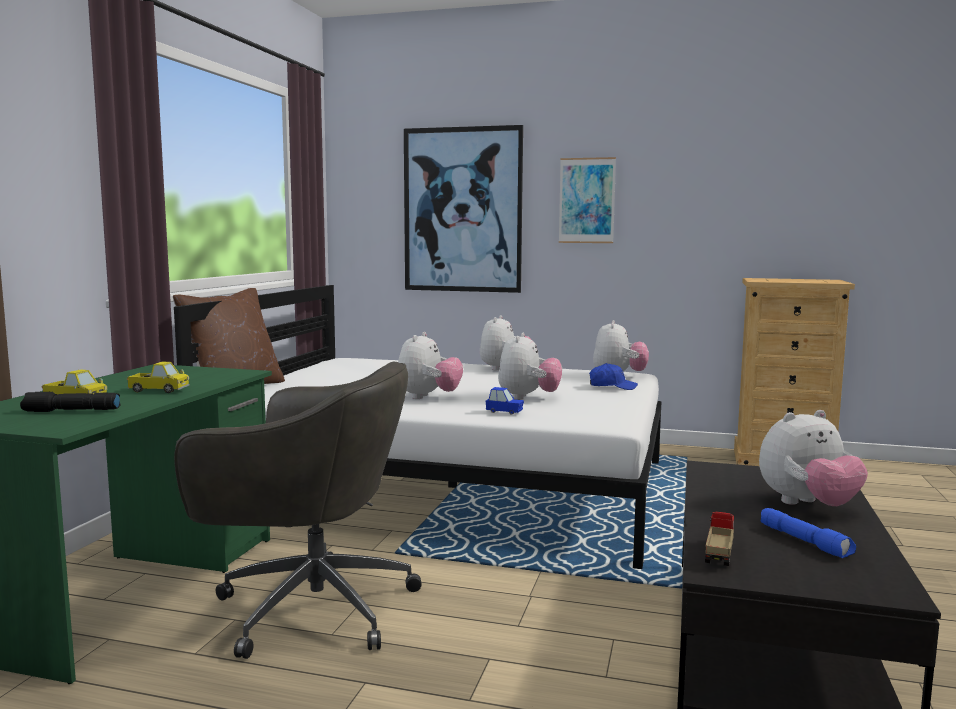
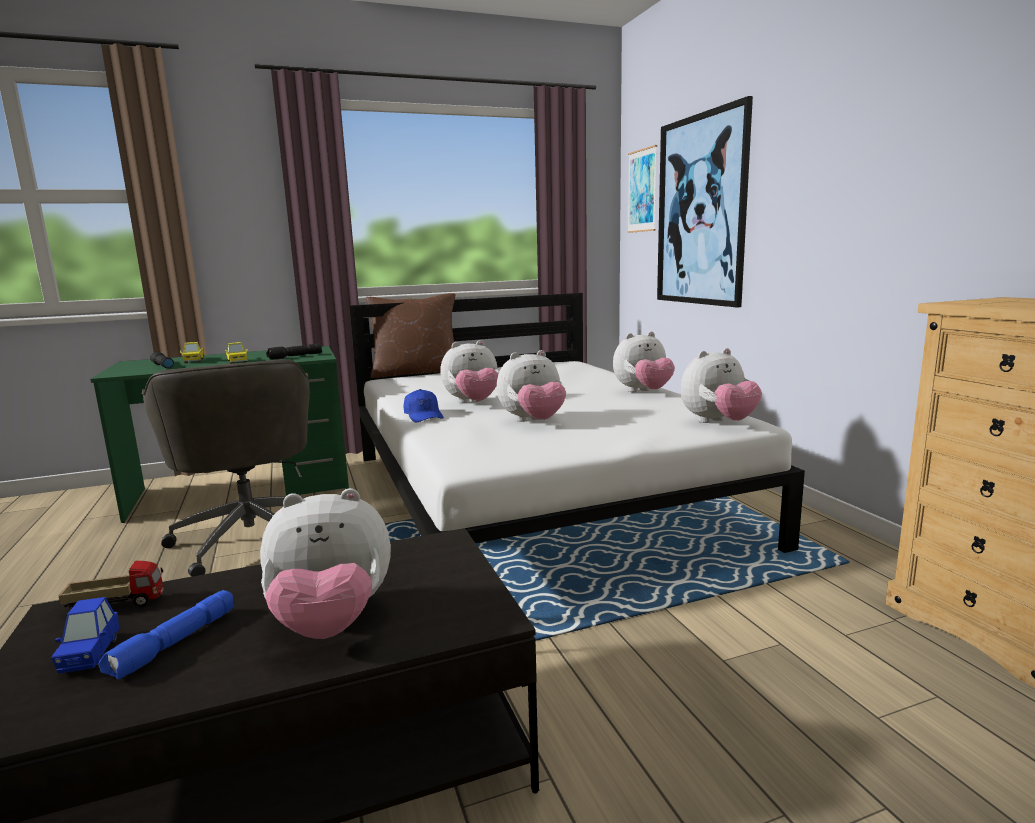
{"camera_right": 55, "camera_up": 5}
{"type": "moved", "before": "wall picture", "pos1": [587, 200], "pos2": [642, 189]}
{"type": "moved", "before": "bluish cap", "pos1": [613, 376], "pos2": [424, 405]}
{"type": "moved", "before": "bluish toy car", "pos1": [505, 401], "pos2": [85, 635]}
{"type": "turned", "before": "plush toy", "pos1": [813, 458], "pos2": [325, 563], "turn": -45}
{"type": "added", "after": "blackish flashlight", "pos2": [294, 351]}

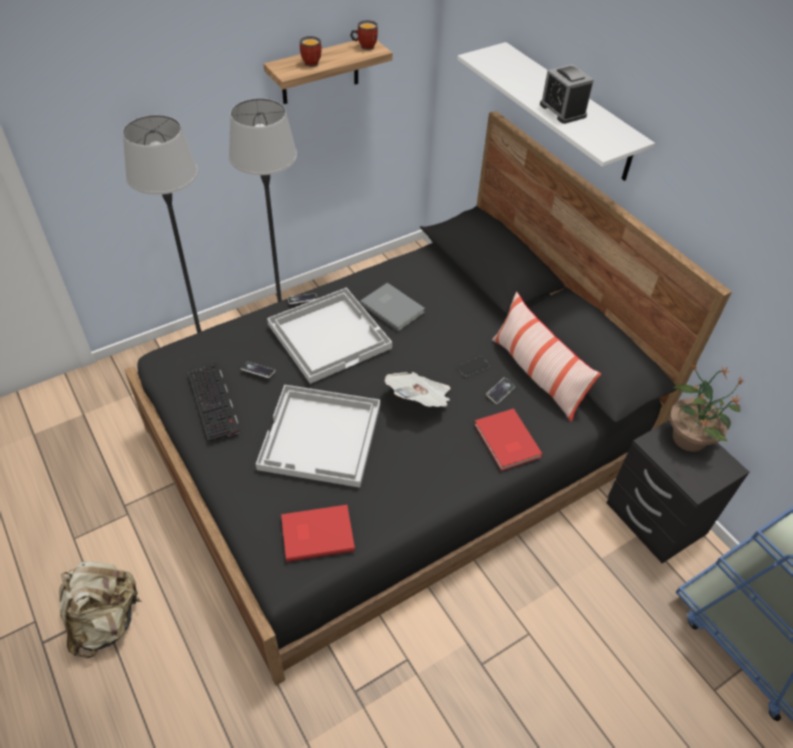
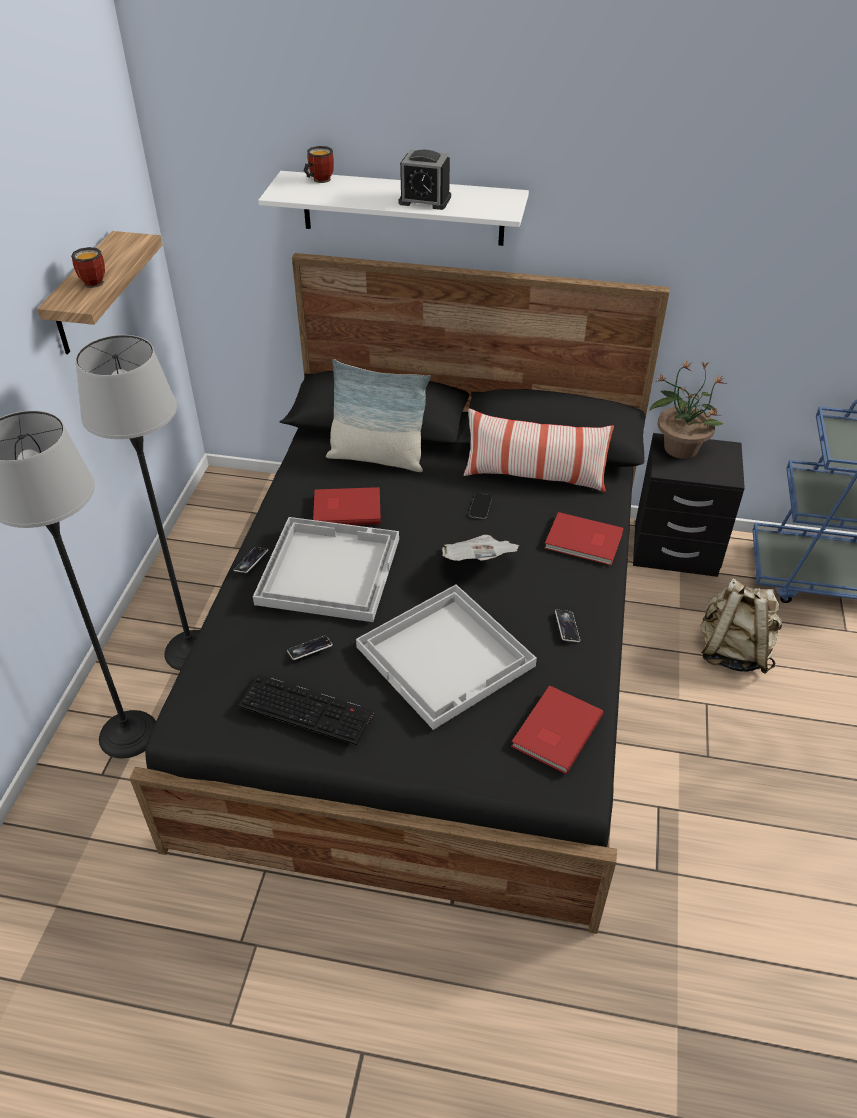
{"camera_right": -45, "camera_up": -5}
{"type": "moved", "before": "coffee mug", "pos1": [364, 35], "pos2": [318, 164]}
{"type": "recoloured", "before": "grey volume", "after": "red-coloured volume", "pos1": [392, 307], "pos2": [347, 506]}
{"type": "moved", "before": "handset", "pos1": [500, 390], "pos2": [567, 626]}
{"type": "moved", "before": "beige backpack", "pos1": [100, 609], "pos2": [741, 626]}
{"type": "added", "after": "pillow", "pos2": [378, 415]}

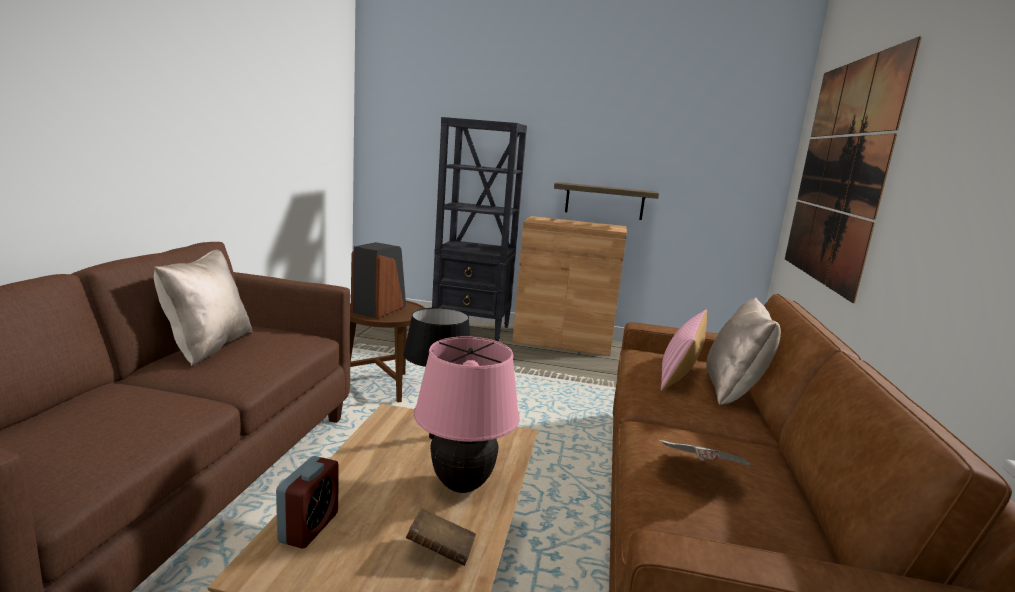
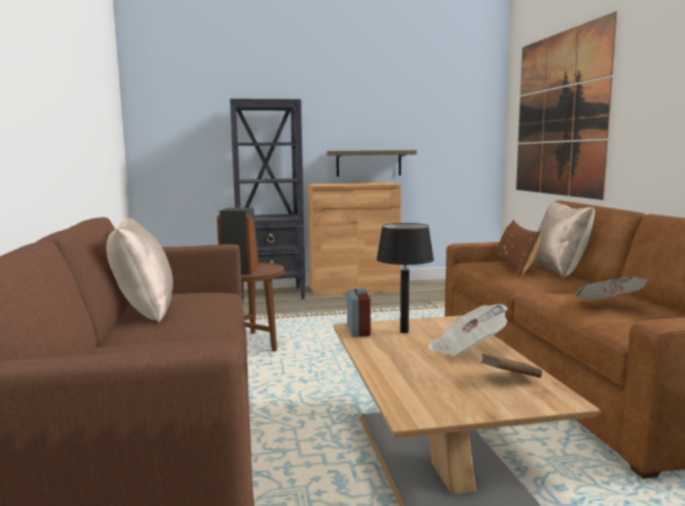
{"camera_right": -20, "camera_up": -5}
{"type": "recoloured", "before": "pinkish pillow", "after": "brownish pillow", "pos1": [684, 350], "pos2": [519, 248]}
{"type": "replaced", "before": "pinkish tabletop lamp", "after": "printed paper", "pos1": [467, 414], "pos2": [468, 330]}
{"type": "moved", "before": "bedside clock", "pos1": [307, 502], "pos2": [359, 312]}

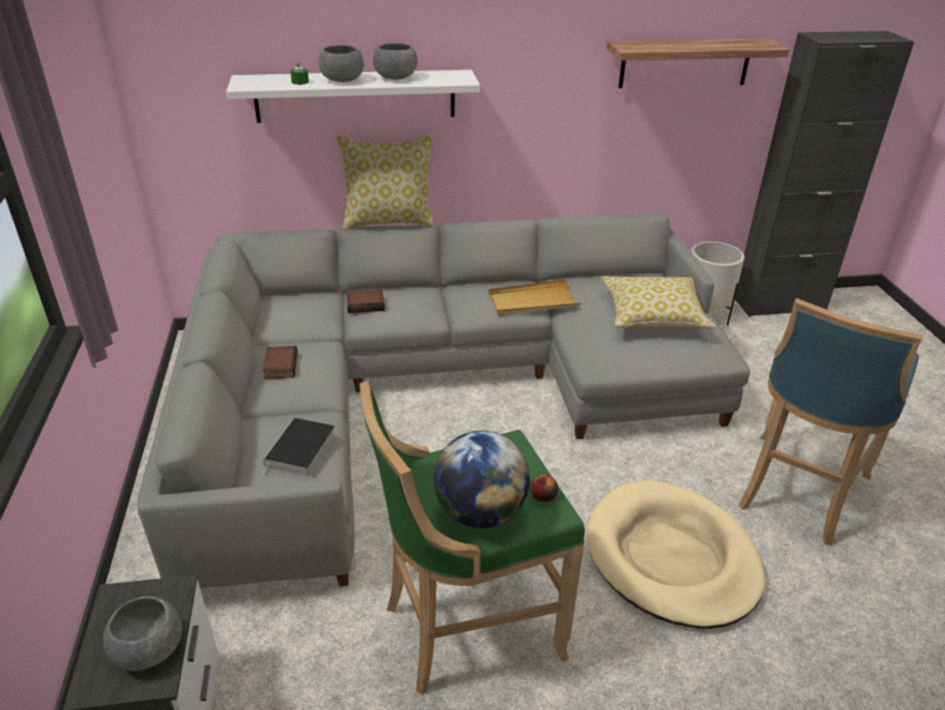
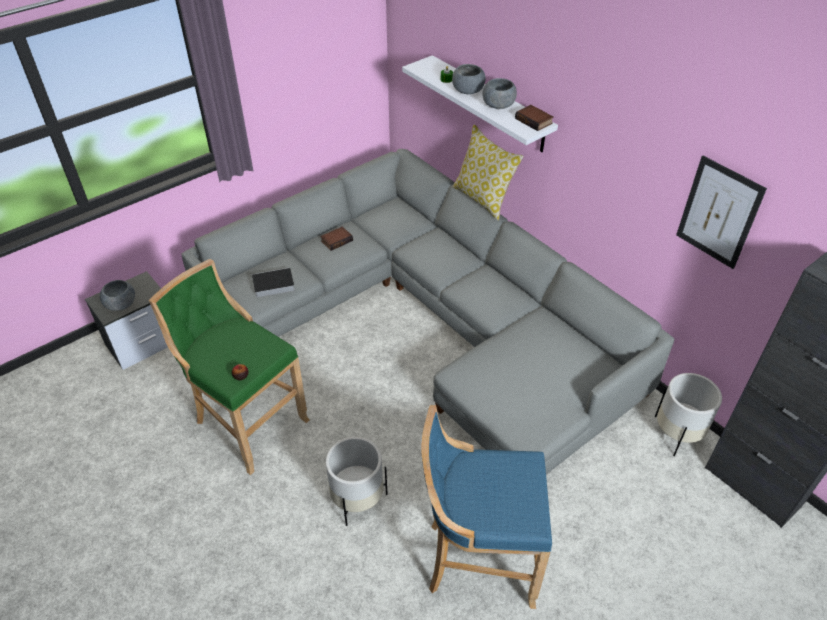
{"camera_right": 60, "camera_up": 10}
{"type": "replaced", "before": "bracket shelf", "after": "wall picture", "pos1": [698, 63], "pos2": [721, 212]}
{"type": "removed", "before": "pillow", "pos1": [659, 303]}
{"type": "removed", "before": "beige tray", "pos1": [534, 297]}
{"type": "moved", "before": "volume", "pos1": [365, 301], "pos2": [534, 118]}
{"type": "removed", "before": "desk globe", "pos1": [482, 479]}
{"type": "replaced", "before": "beige dog bed", "after": "whitish flower pot", "pos1": [675, 554], "pos2": [357, 481]}

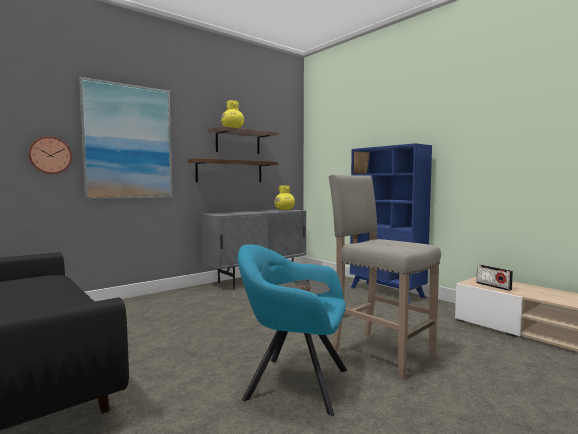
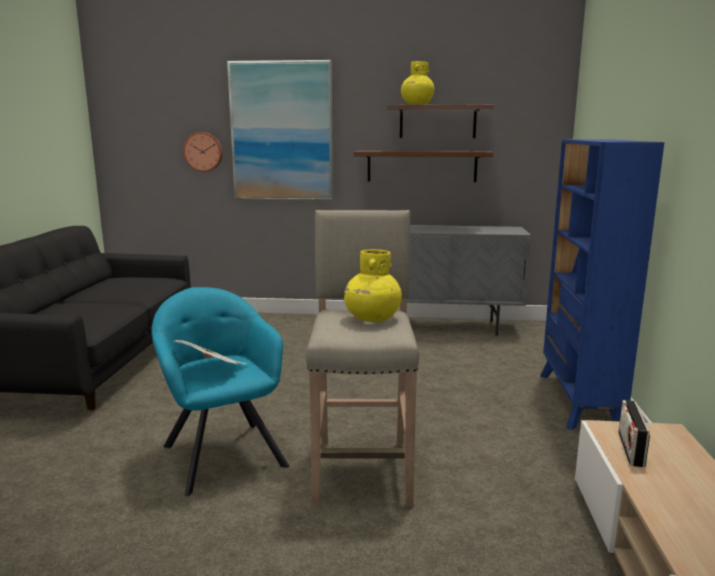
{"camera_right": 45, "camera_up": 10}
{"type": "moved", "before": "yellowish vase", "pos1": [284, 197], "pos2": [373, 285]}

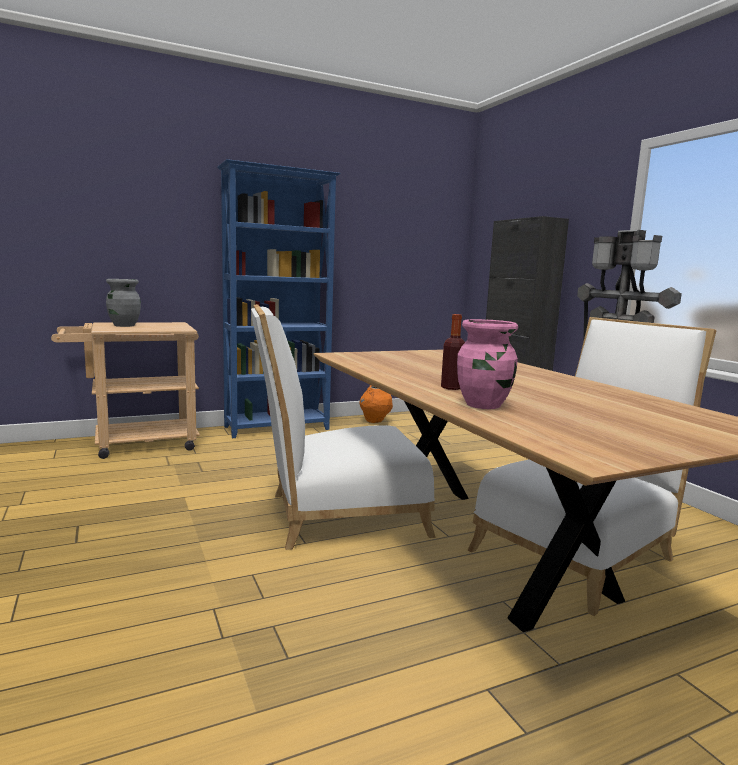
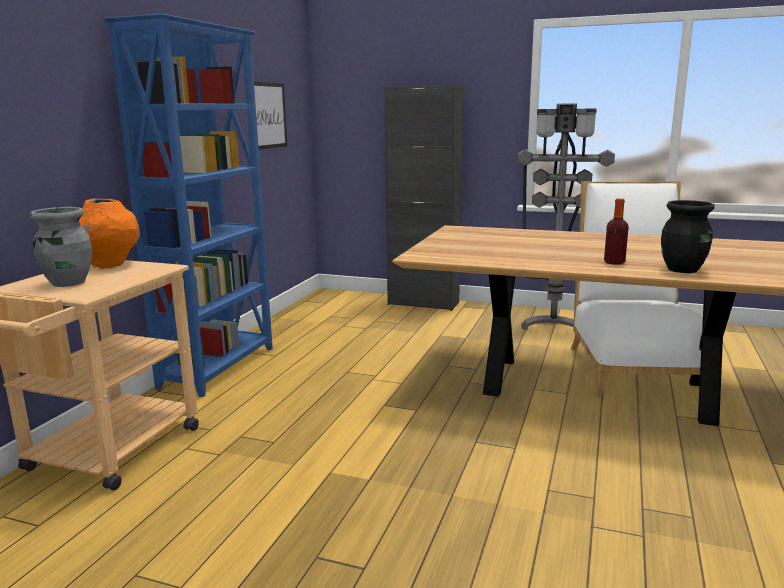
{"camera_right": -45, "camera_up": 5}
{"type": "removed", "before": "whitish plain chair", "pos1": [343, 427]}
{"type": "recoloured", "before": "pinkish vase", "after": "blackish vase", "pos1": [487, 364], "pos2": [688, 236]}
{"type": "moved", "before": "orange vase", "pos1": [376, 404], "pos2": [109, 233]}
{"type": "added", "after": "wall picture", "pos2": [270, 116]}

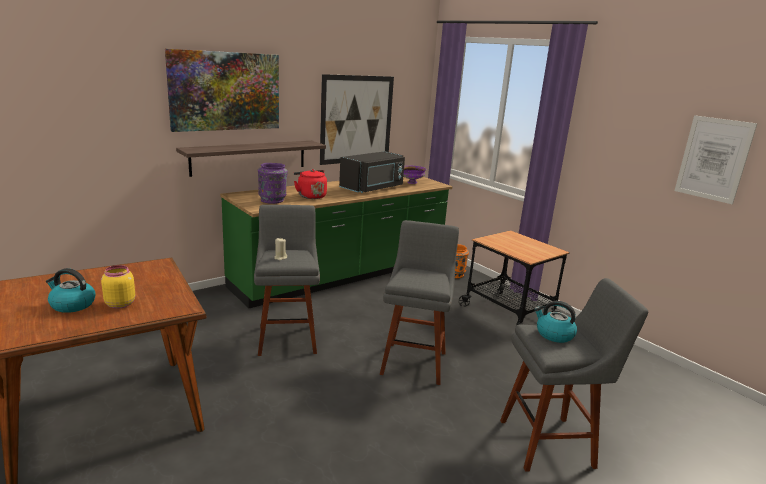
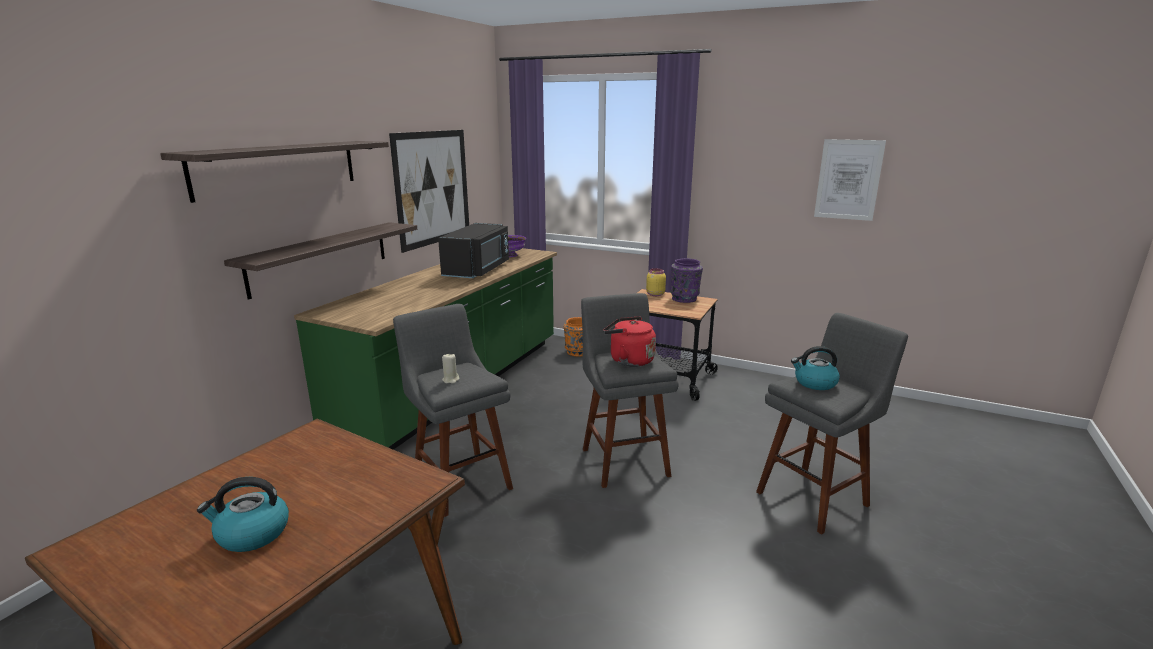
{"camera_right": -25, "camera_up": 0}
{"type": "replaced", "before": "wall picture", "after": "bracket shelf", "pos1": [222, 90], "pos2": [274, 172]}
{"type": "moved", "before": "purple vase", "pos1": [273, 183], "pos2": [686, 280]}
{"type": "moved", "before": "red-coloured tea kettle", "pos1": [310, 184], "pos2": [629, 342]}
{"type": "moved", "before": "yellowish preserve jar", "pos1": [118, 287], "pos2": [656, 282]}

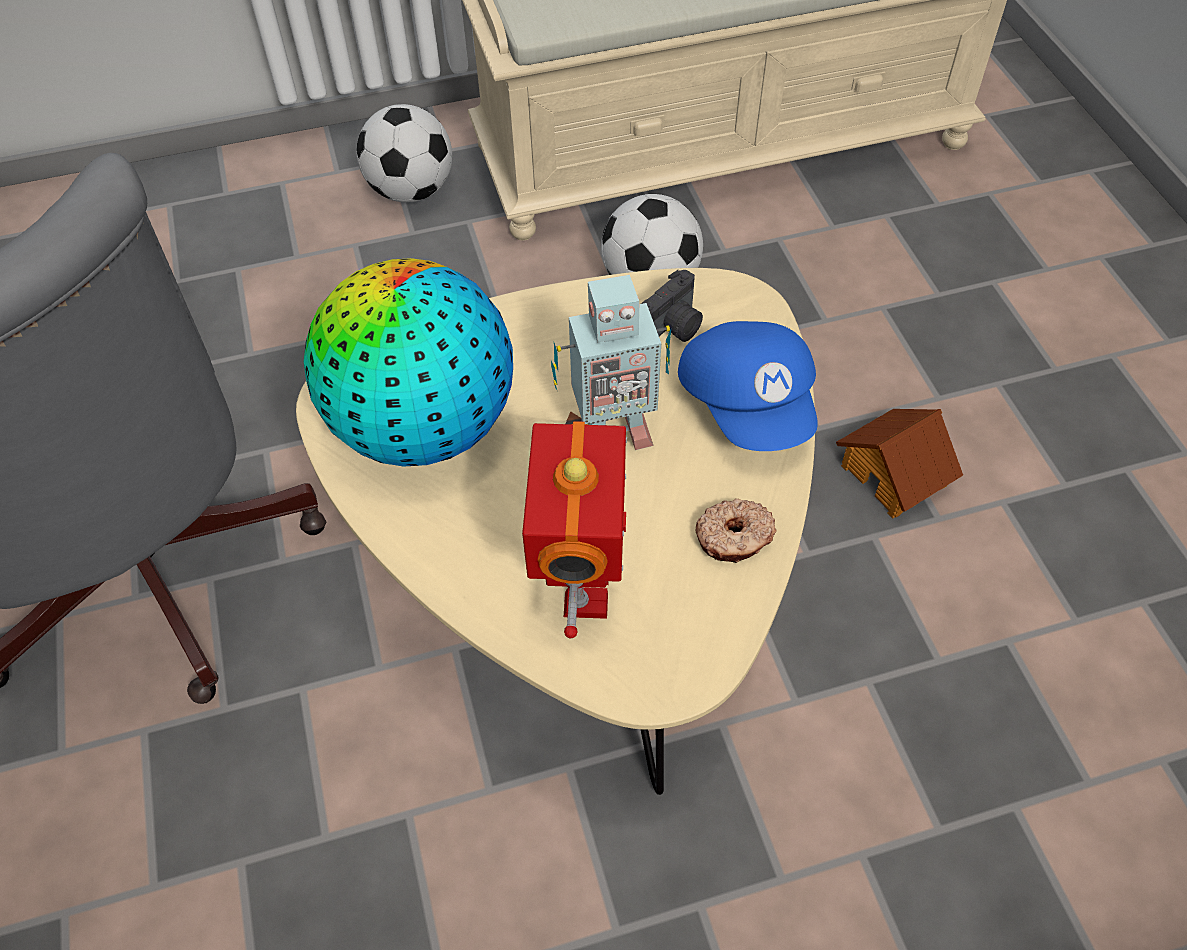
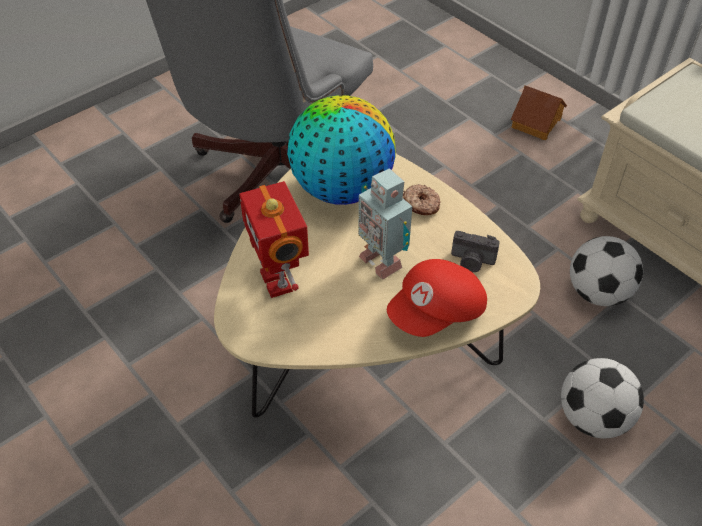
{"camera_right": 65, "camera_up": -5}
{"type": "moved", "before": "ball for football", "pos1": [404, 153], "pos2": [602, 398]}
{"type": "recoloured", "before": "bluish cap", "after": "red-coloured cap", "pos1": [748, 386], "pos2": [437, 298]}
{"type": "moved", "before": "toy house", "pos1": [899, 463], "pos2": [539, 112]}
{"type": "turned", "before": "toy robot", "pos1": [574, 529], "pos2": [274, 239], "turn": 90}
{"type": "moved", "before": "doughnut", "pos1": [736, 531], "pos2": [422, 200]}

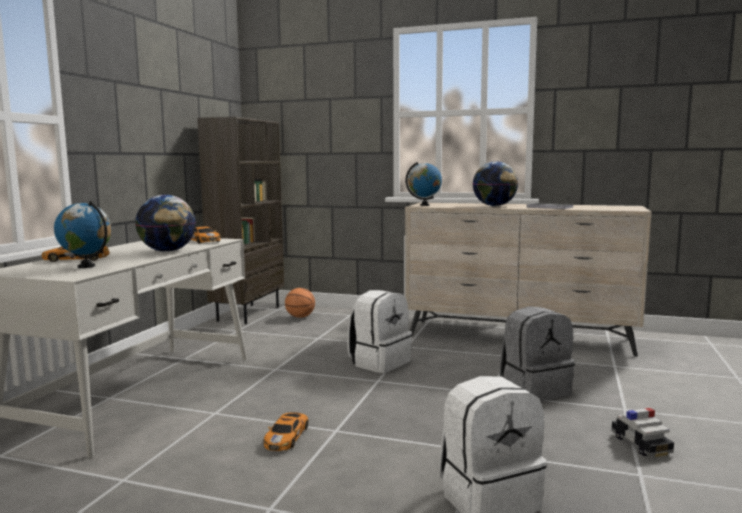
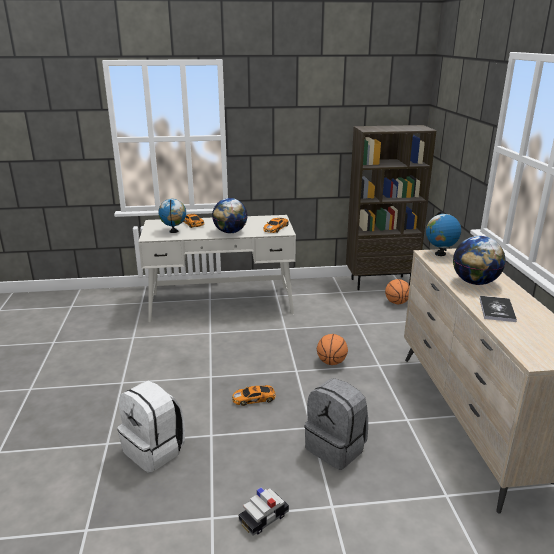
{"camera_right": 65, "camera_up": 15}
{"type": "replaced", "before": "whitish backpack", "after": "basketball ball", "pos1": [380, 331], "pos2": [332, 349]}
{"type": "moved", "before": "toy car", "pos1": [286, 431], "pos2": [254, 395]}

